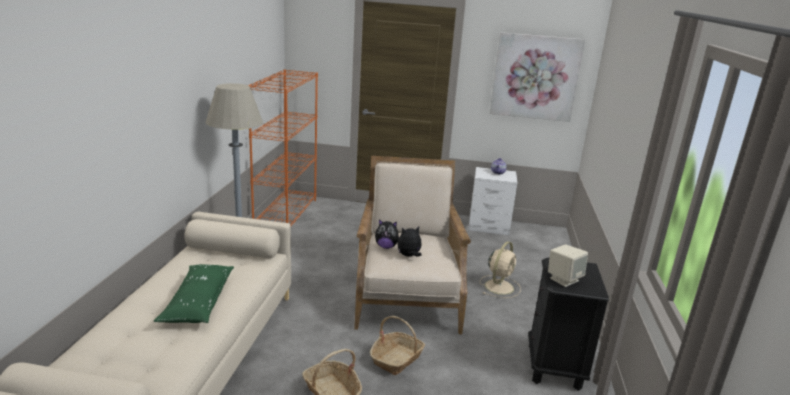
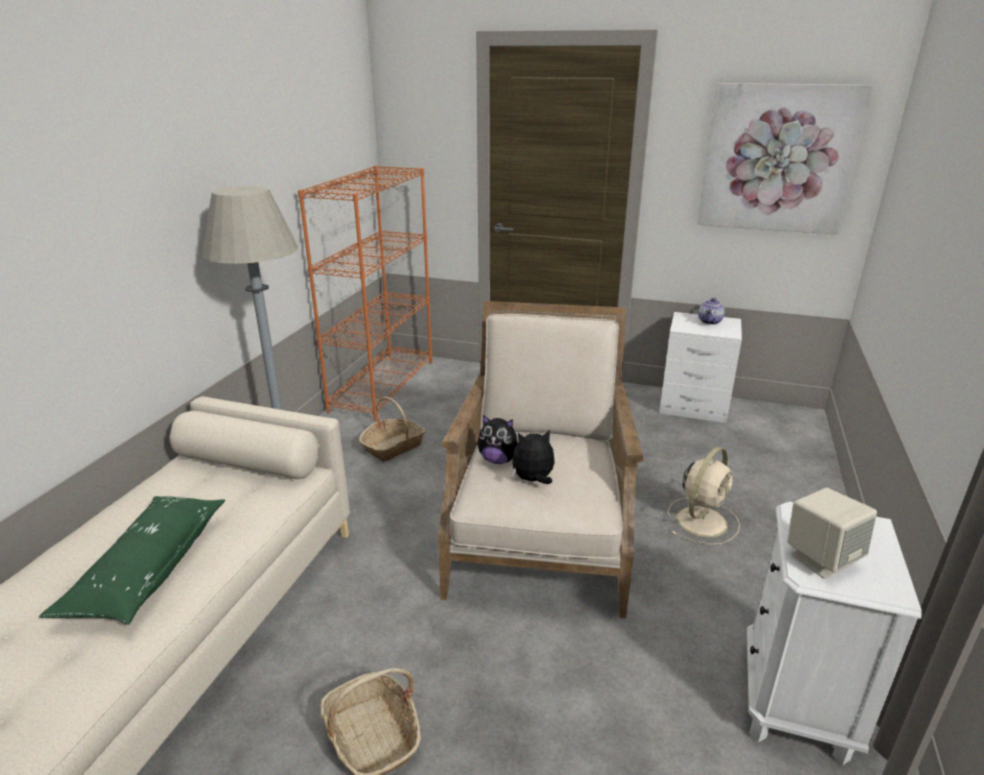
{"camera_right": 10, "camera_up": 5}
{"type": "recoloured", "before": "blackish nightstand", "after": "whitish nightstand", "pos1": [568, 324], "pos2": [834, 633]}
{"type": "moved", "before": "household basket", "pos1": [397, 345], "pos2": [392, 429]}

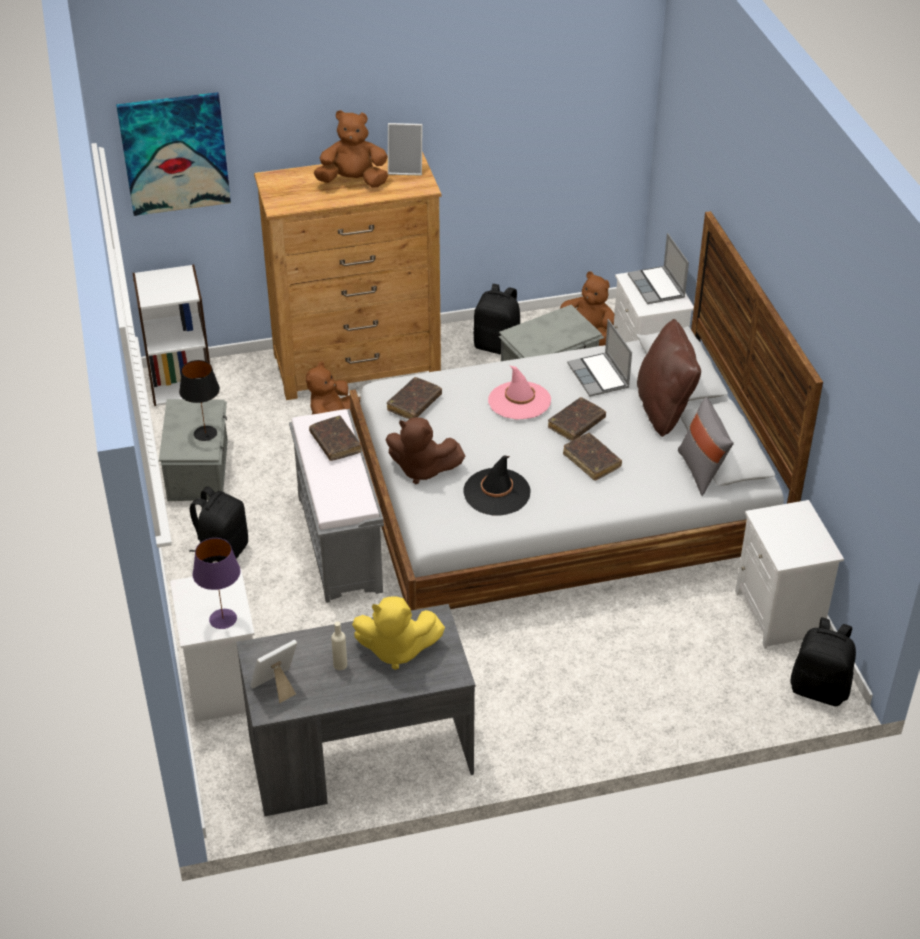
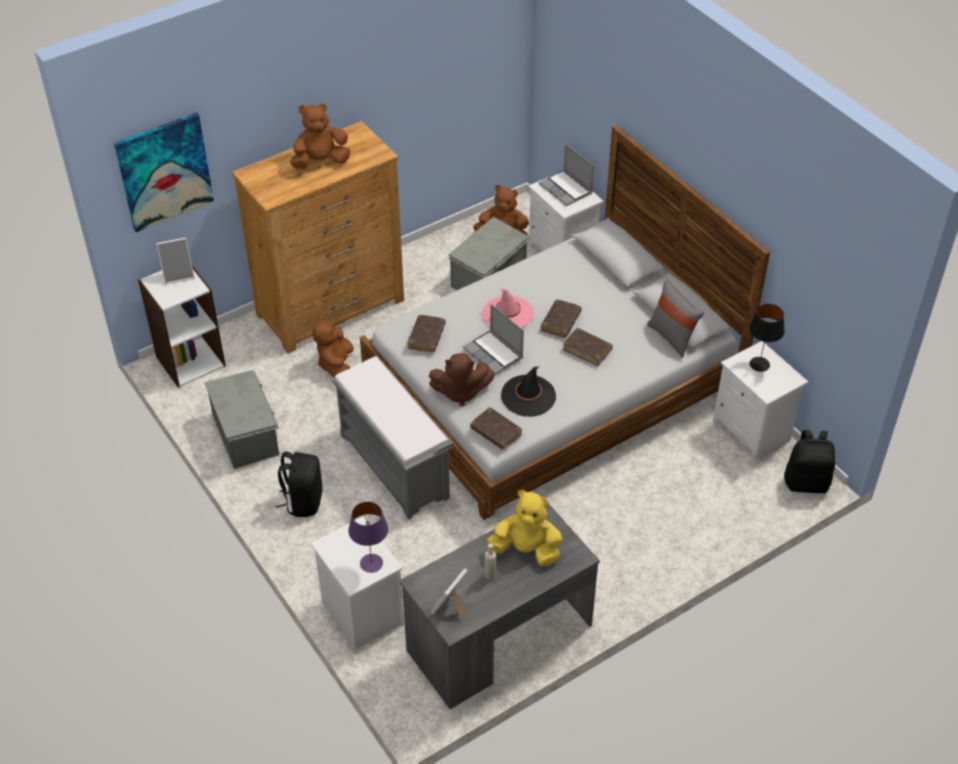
{"camera_right": -20, "camera_up": 5}
{"type": "moved", "before": "standing frame", "pos1": [405, 149], "pos2": [175, 260]}
{"type": "removed", "before": "blackish backpack", "pos1": [496, 319]}
{"type": "moved", "before": "notebook computer", "pos1": [599, 358], "pos2": [493, 339]}
{"type": "removed", "before": "brownish pillow", "pos1": [669, 378]}
{"type": "moved", "before": "blackish tabletop lamp", "pos1": [199, 400], "pos2": [767, 338]}
{"type": "moved", "before": "brownish volume", "pos1": [335, 438], "pos2": [496, 428]}
{"type": "turned", "before": "yellowish plush toy", "pos1": [398, 633], "pos2": [525, 528], "turn": -150}

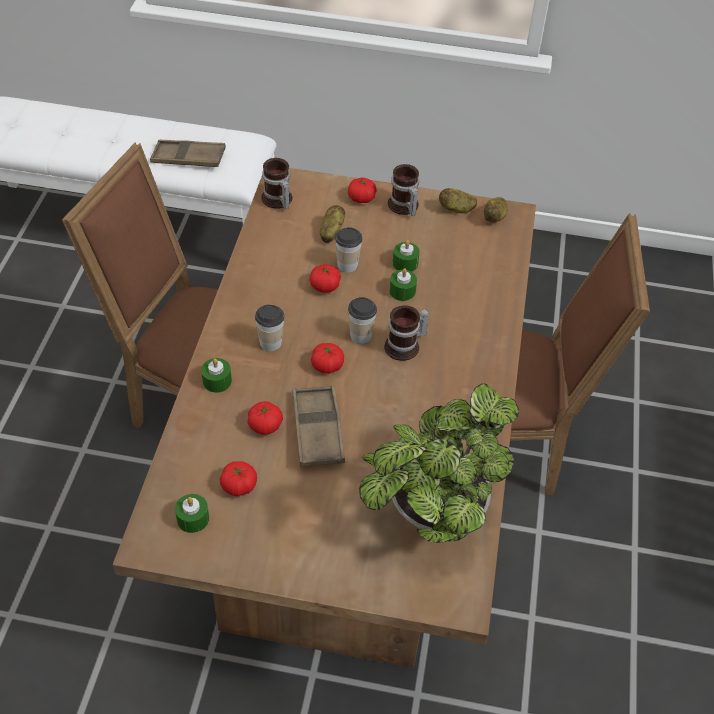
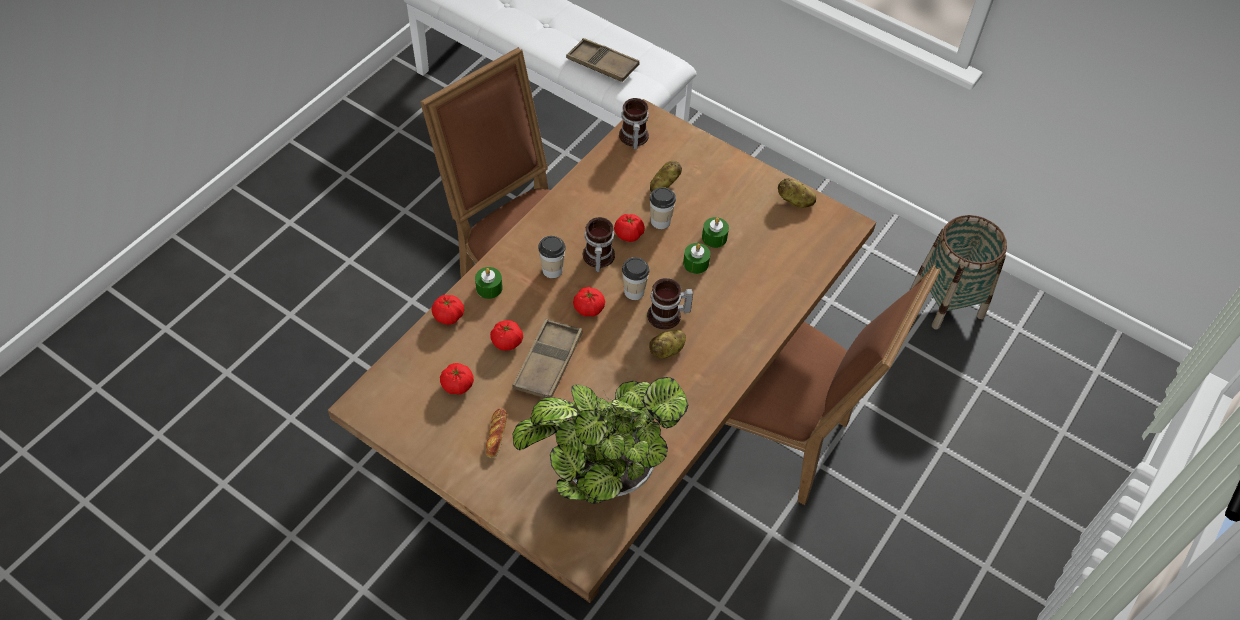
{"camera_right": 25, "camera_up": 5}
{"type": "moved", "before": "coffee mug", "pos1": [403, 190], "pos2": [599, 244]}
{"type": "moved", "before": "whole tomato", "pos1": [362, 190], "pos2": [448, 310]}
{"type": "moved", "before": "spud", "pos1": [496, 210], "pos2": [667, 344]}
{"type": "removed", "before": "green wax light", "pos1": [192, 513]}
{"type": "added", "after": "household basket", "pos2": [959, 272]}
{"type": "added", "after": "bakery bread", "pos2": [496, 433]}

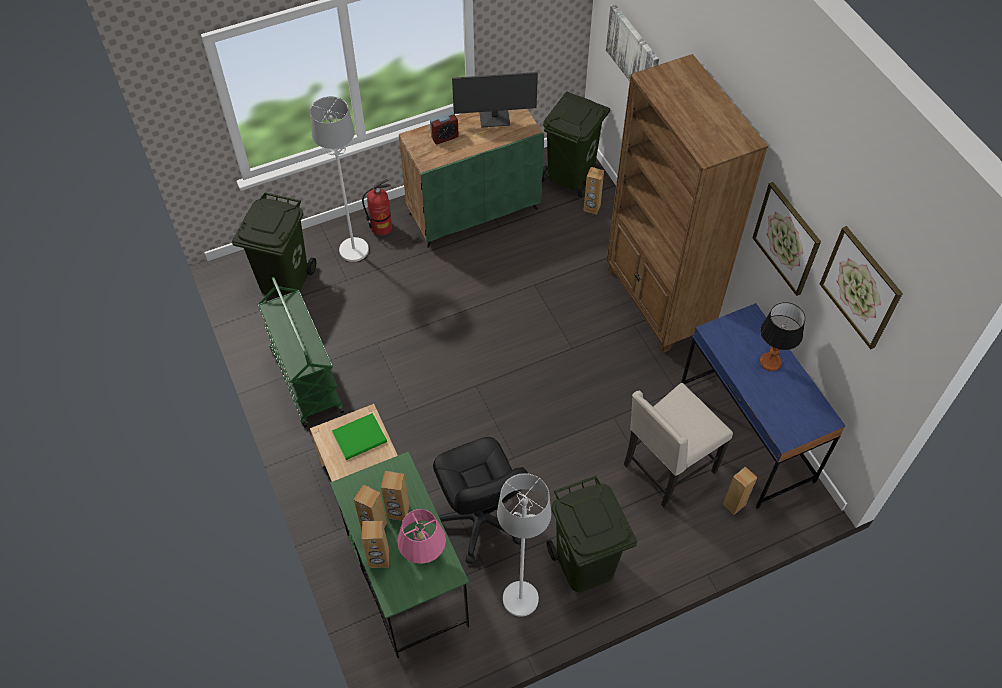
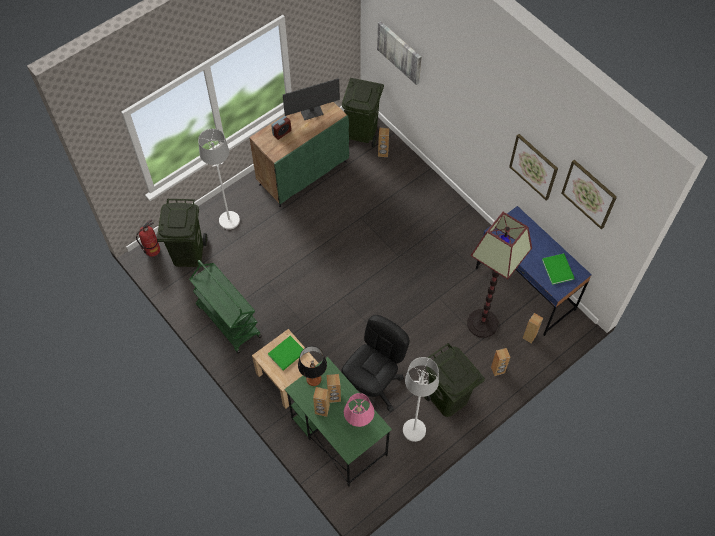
{"camera_right": -15, "camera_up": 5}
{"type": "removed", "before": "brownish shelving unit", "pos1": [687, 203]}
{"type": "moved", "before": "fire-fighting cylinder", "pos1": [377, 207], "pos2": [148, 238]}
{"type": "moved", "before": "tabletop lamp", "pos1": [782, 336], "pos2": [312, 366]}
{"type": "replaced", "before": "beige plain chair", "after": "standing lamp", "pos1": [678, 445], "pos2": [499, 275]}
{"type": "turned", "before": "blackish computer chair", "pos1": [480, 500], "pos2": [375, 363], "turn": -105}
{"type": "moved", "before": "brownish audio speaker", "pos1": [376, 544], "pos2": [500, 362]}
{"type": "added", "after": "green volume", "pos2": [558, 269]}

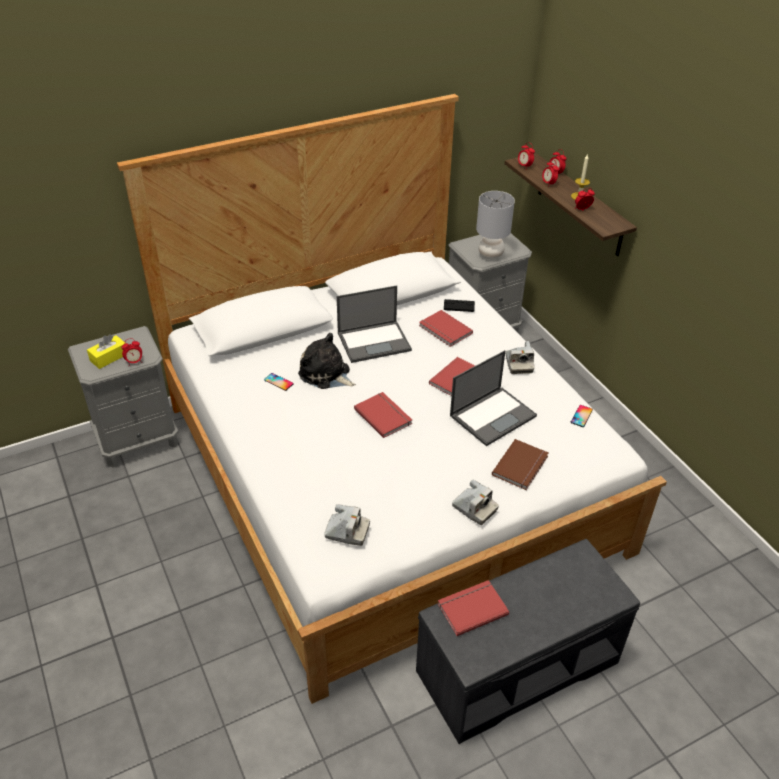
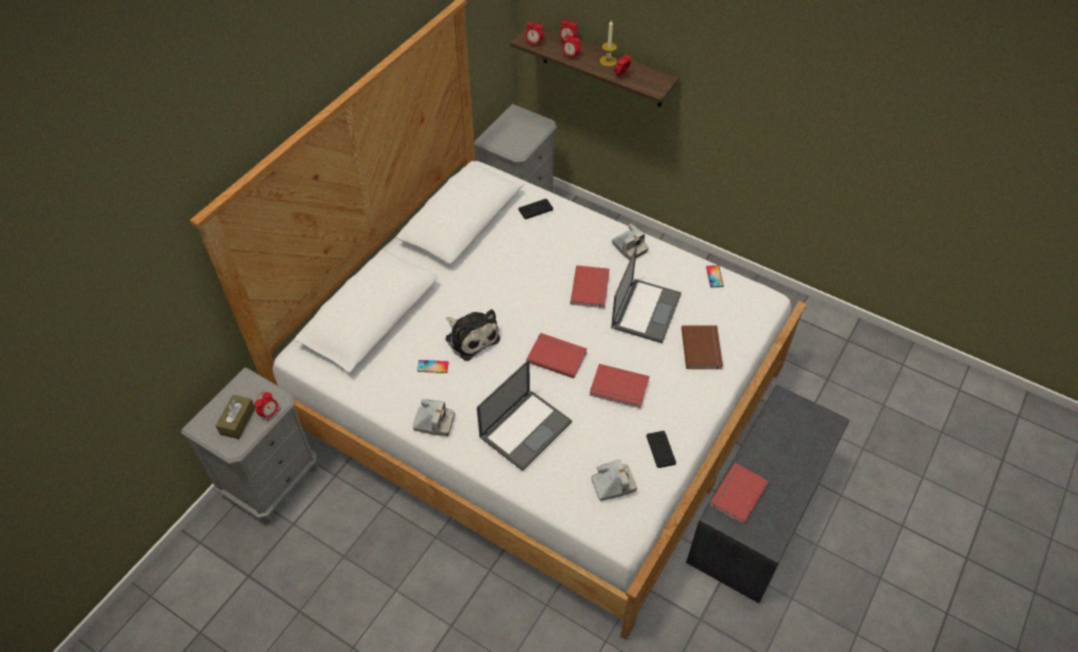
{"camera_right": -30, "camera_up": 10}
{"type": "removed", "before": "grey tabletop lamp", "pos1": [495, 225]}
{"type": "moved", "before": "notebook computer", "pos1": [374, 324], "pos2": [524, 415]}
{"type": "moved", "before": "red-coloured volume", "pos1": [446, 328], "pos2": [619, 386]}
{"type": "turned", "before": "plush toy", "pos1": [327, 361], "pos2": [473, 335], "turn": -135}
{"type": "recoloured", "before": "yellowish box of tissues", "after": "brownish box of tissues", "pos1": [106, 351], "pos2": [235, 417]}
{"type": "moved", "before": "photo camera", "pos1": [475, 502], "pos2": [433, 417]}
{"type": "added", "after": "blackish joypad", "pos2": [661, 449]}

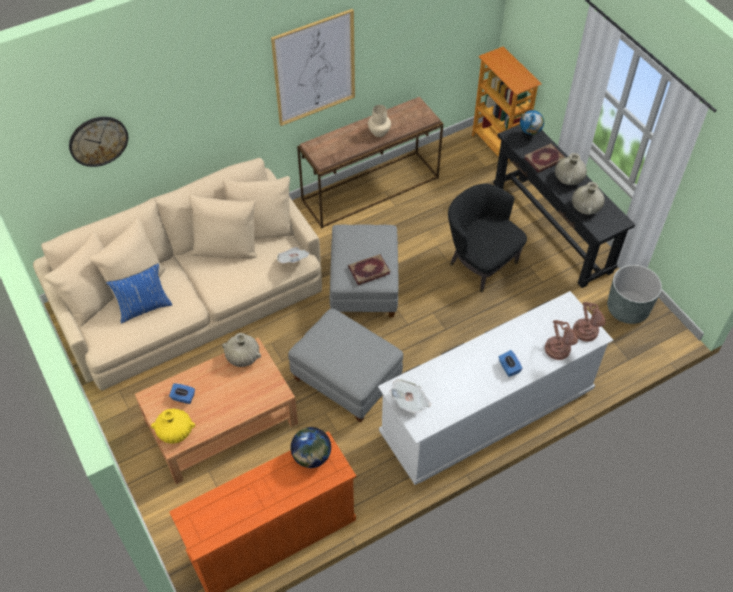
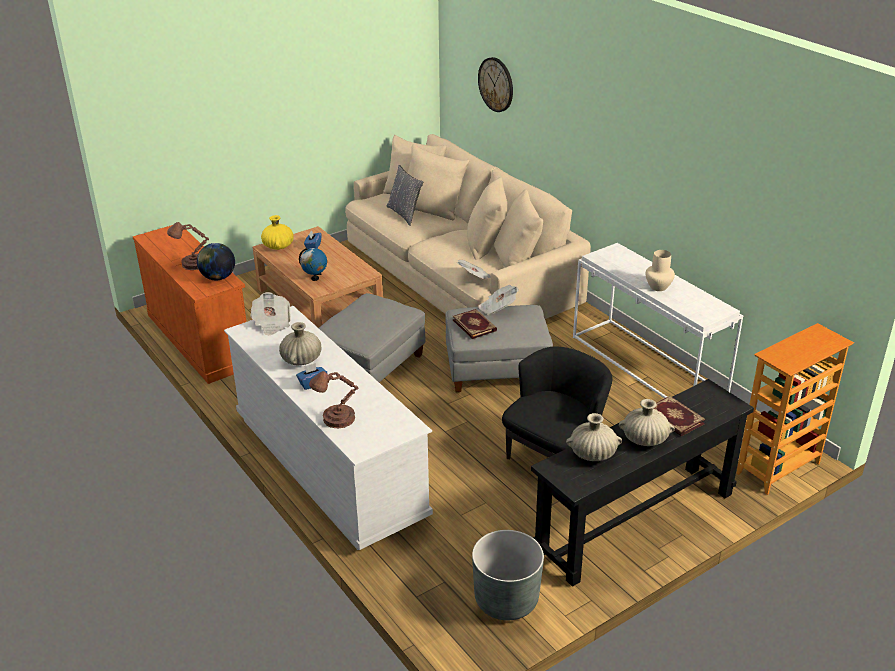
{"camera_right": 85, "camera_up": -20}
{"type": "removed", "before": "wall picture", "pos1": [313, 67]}
{"type": "recoloured", "before": "brownish console table", "after": "whitish console table", "pos1": [370, 163], "pos2": [658, 320]}
{"type": "moved", "before": "desk globe", "pos1": [532, 124], "pos2": [313, 264]}
{"type": "recoloured", "before": "bluish pillow", "after": "grey pillow", "pos1": [139, 293], "pos2": [404, 195]}
{"type": "moved", "before": "brownish tabletop lamp", "pos1": [589, 322], "pos2": [188, 246]}
{"type": "moved", "before": "beige vase", "pos1": [241, 350], "pos2": [300, 343]}
{"type": "added", "after": "printed paper", "pos2": [498, 300]}

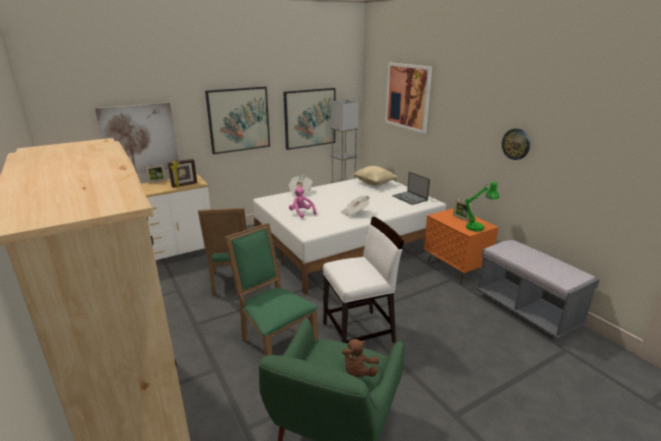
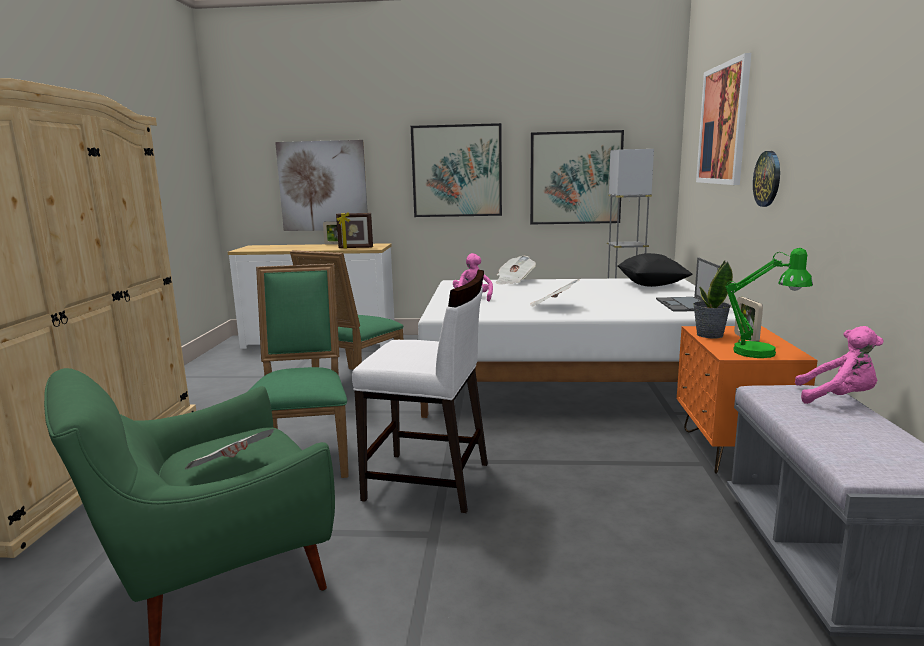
{"camera_right": 35, "camera_up": -10}
{"type": "moved", "before": "hanging clock", "pos1": [516, 144], "pos2": [766, 179]}
{"type": "recoloured", "before": "beige pillow", "after": "blackish pillow", "pos1": [375, 176], "pos2": [655, 270]}
{"type": "replaced", "before": "brownish plush toy", "after": "printed paper", "pos1": [360, 358], "pos2": [230, 449]}
{"type": "added", "after": "potted plant", "pos2": [713, 299]}
{"type": "added", "after": "pinkish plush toy", "pos2": [839, 365]}

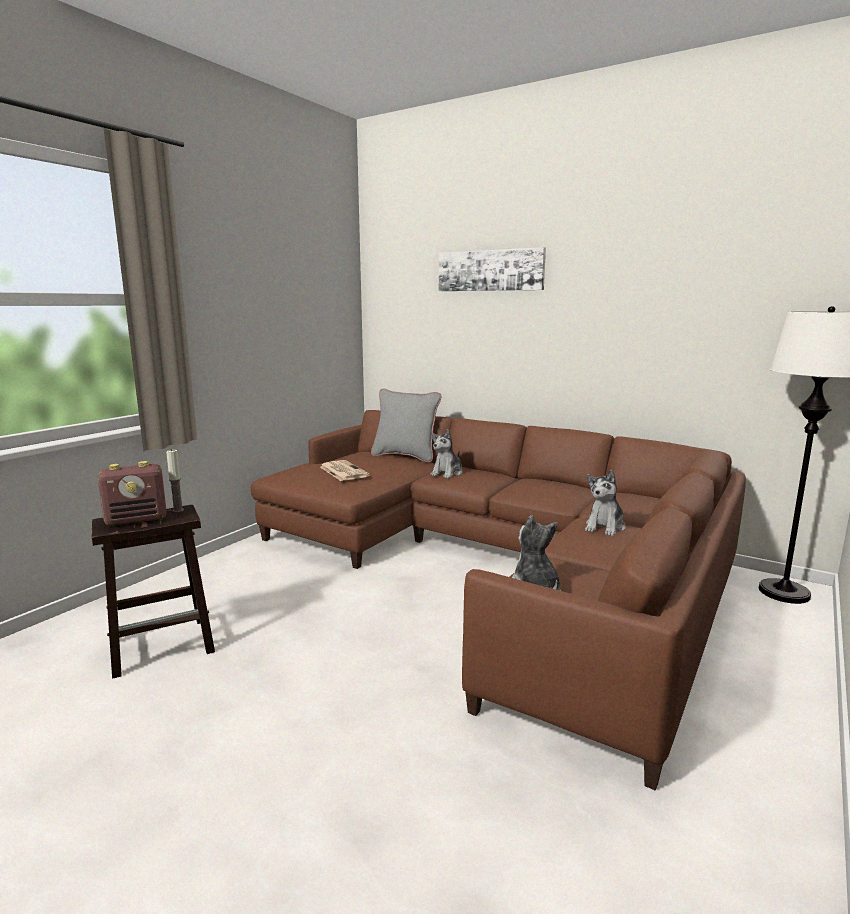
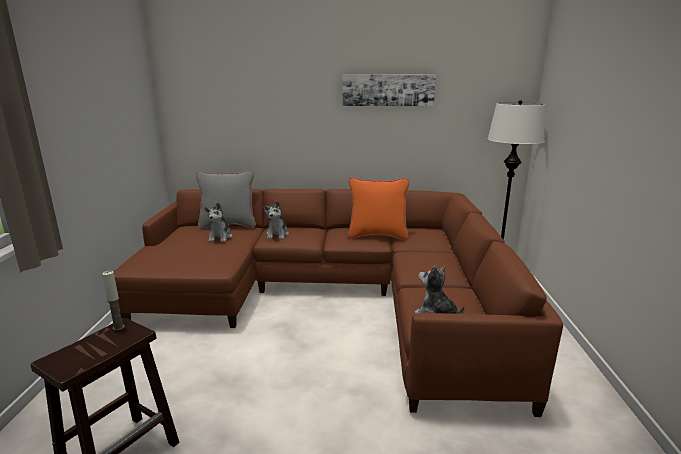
{"camera_right": -30, "camera_up": 5}
{"type": "moved", "before": "wall picture", "pos1": [492, 269], "pos2": [389, 90]}
{"type": "removed", "before": "printed paper", "pos1": [345, 470]}
{"type": "removed", "before": "radio", "pos1": [132, 493]}
{"type": "moved", "before": "plush toy", "pos1": [605, 503], "pos2": [218, 222]}
{"type": "added", "after": "orange pillow", "pos2": [378, 208]}

